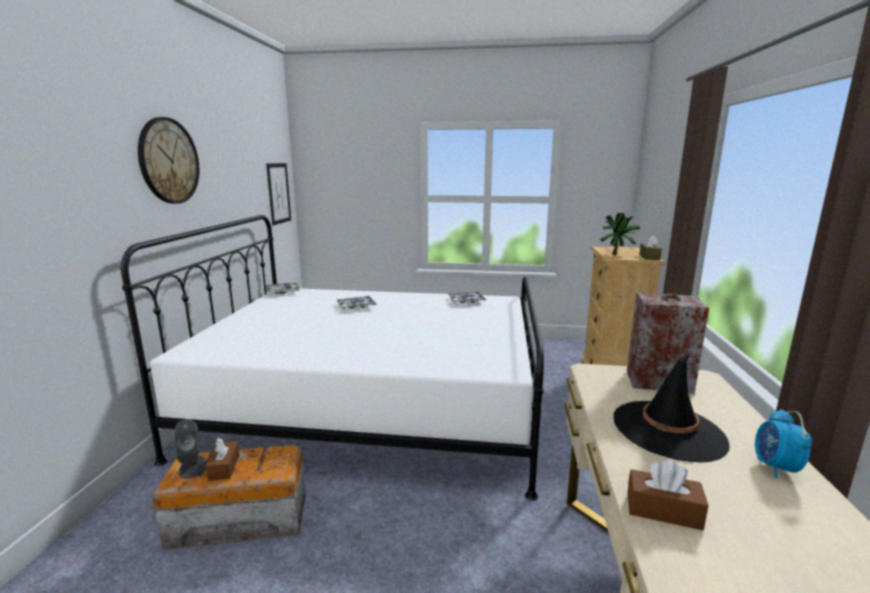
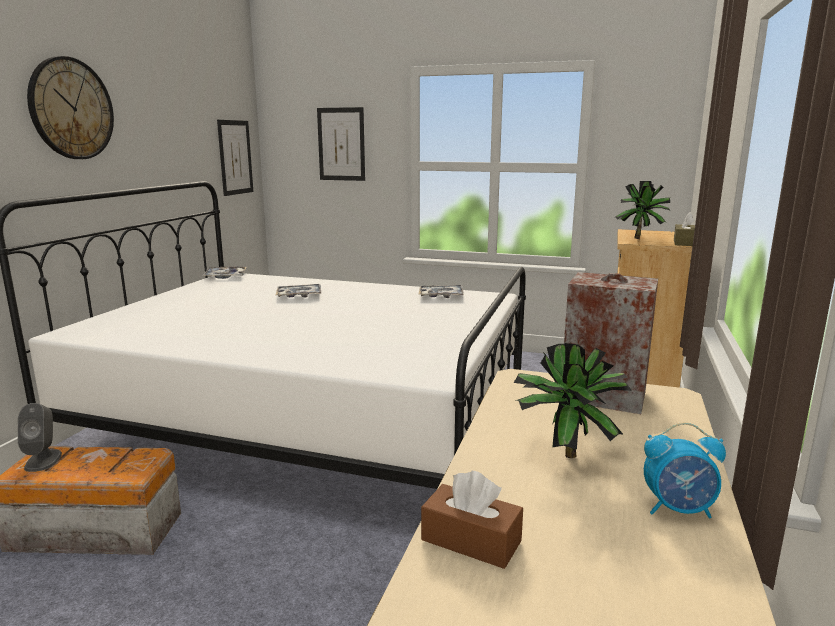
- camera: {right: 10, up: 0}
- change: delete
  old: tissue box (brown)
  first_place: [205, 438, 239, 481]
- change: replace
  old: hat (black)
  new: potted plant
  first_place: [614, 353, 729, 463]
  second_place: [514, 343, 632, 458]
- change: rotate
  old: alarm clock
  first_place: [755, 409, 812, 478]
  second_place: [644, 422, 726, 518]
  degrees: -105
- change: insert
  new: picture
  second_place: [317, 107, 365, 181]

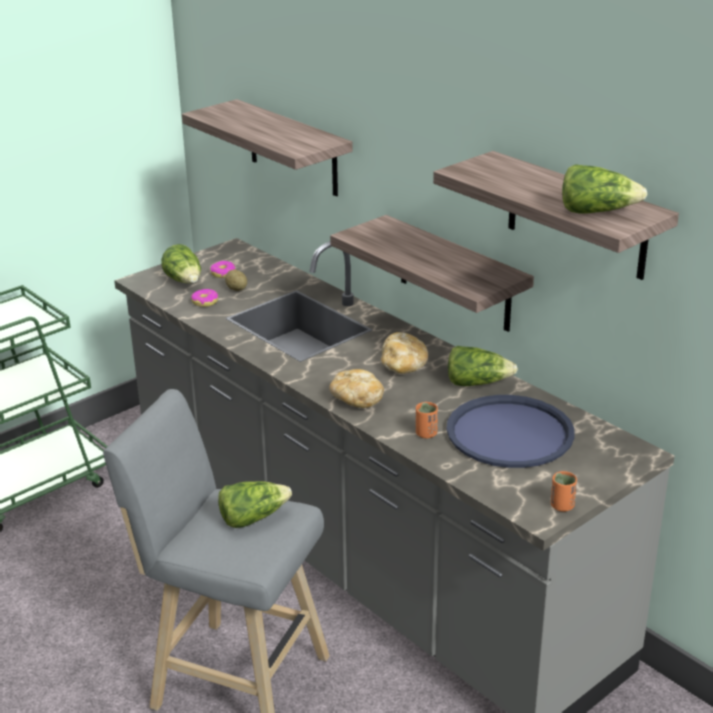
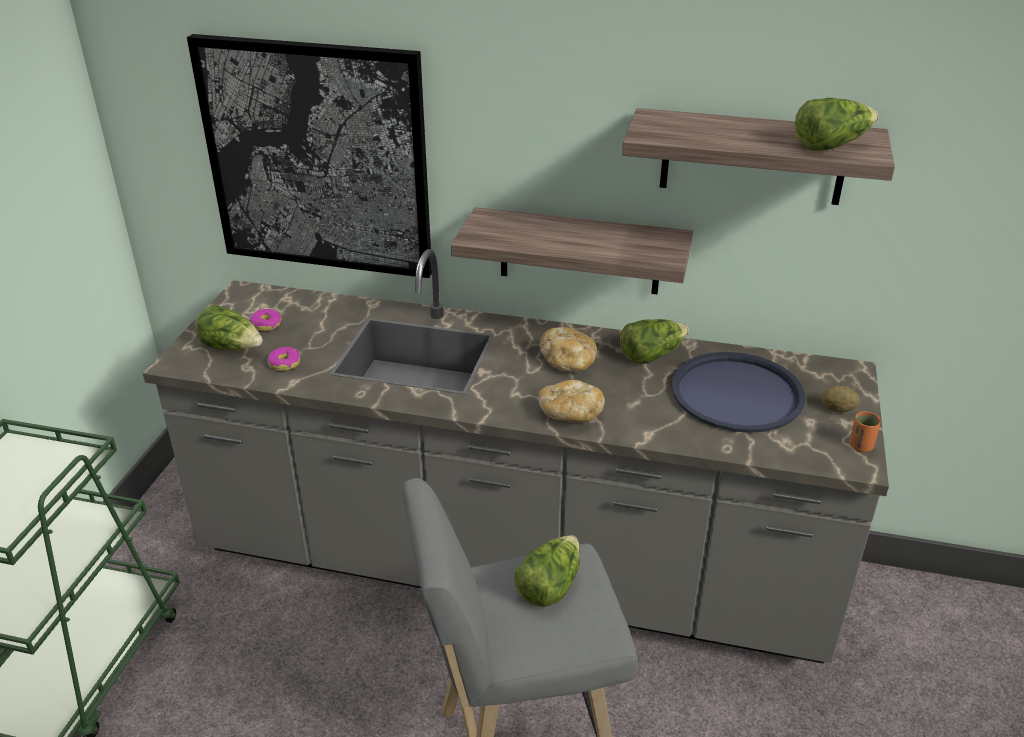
- camera: {right: -35, up: 5}
- change: replace
  old: shelf
  new: picture
  first_place: [182, 99, 353, 196]
  second_place: [187, 34, 432, 278]
- change: move
  old: potato
  first_place: [225, 270, 247, 291]
  second_place: [821, 386, 860, 413]
- change: delete
  old: cup (orange)
  first_place: [416, 402, 438, 438]

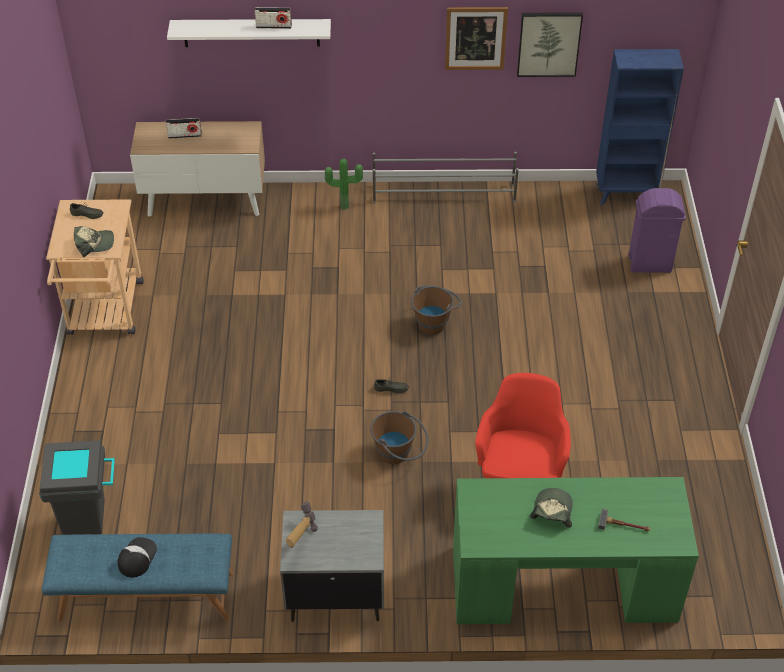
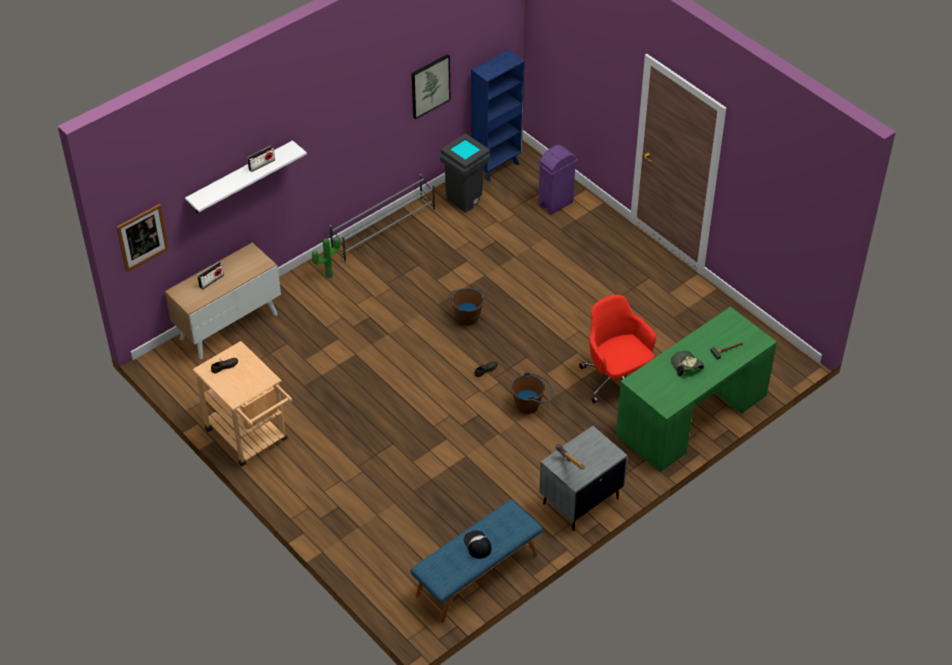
- camera: {right: -40, up: 0}
- change: move
  old: trash can (grey)
  first_place: [39, 440, 115, 535]
  second_place: [439, 133, 490, 213]
- change: delete
  old: cap
  first_place: [74, 226, 114, 257]
- change: move
  old: picture
  first_place: [445, 7, 508, 70]
  second_place: [117, 204, 169, 272]

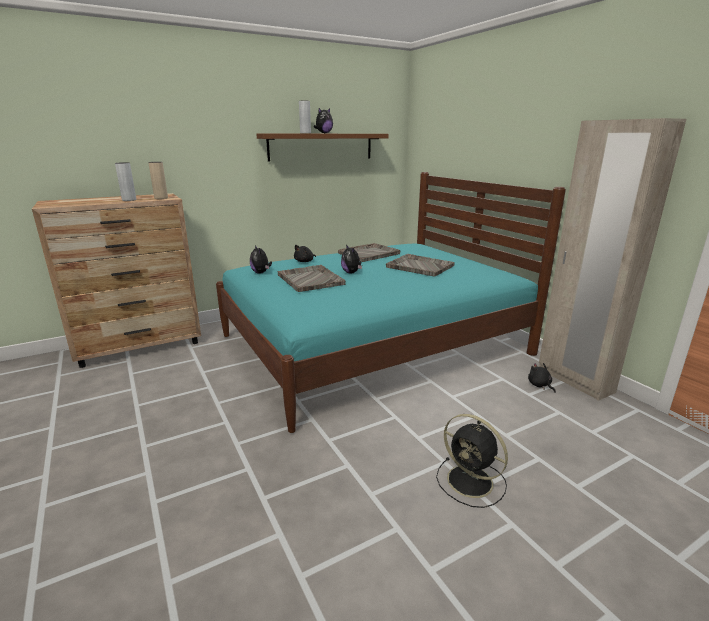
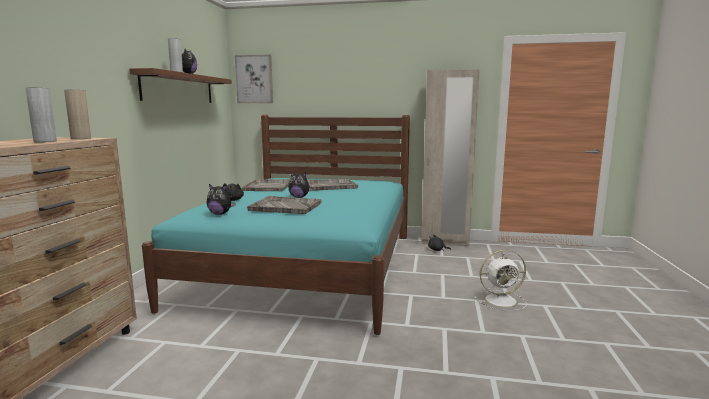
- camera: {right: -50, up: -10}
- change: recolor
  old: fan (black)
  new: fan (white)
  first_place: [436, 414, 508, 508]
  second_place: [474, 250, 526, 311]
- change: insert
  new: picture
  second_place: [235, 55, 273, 103]

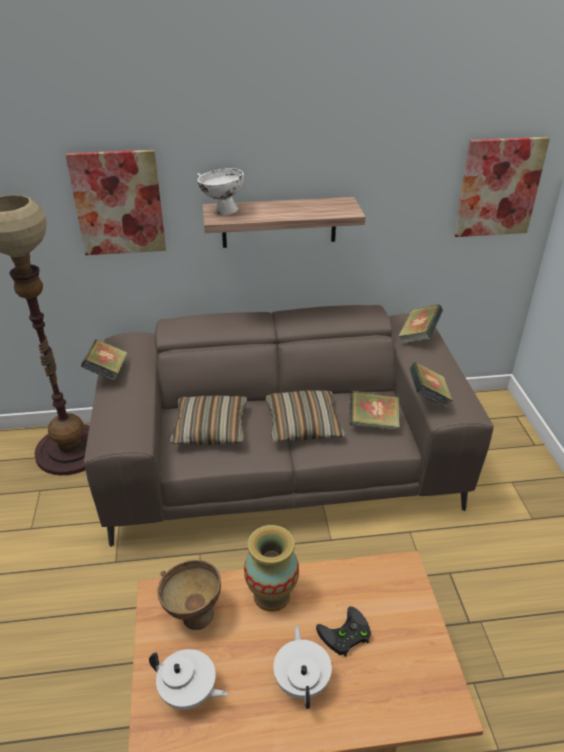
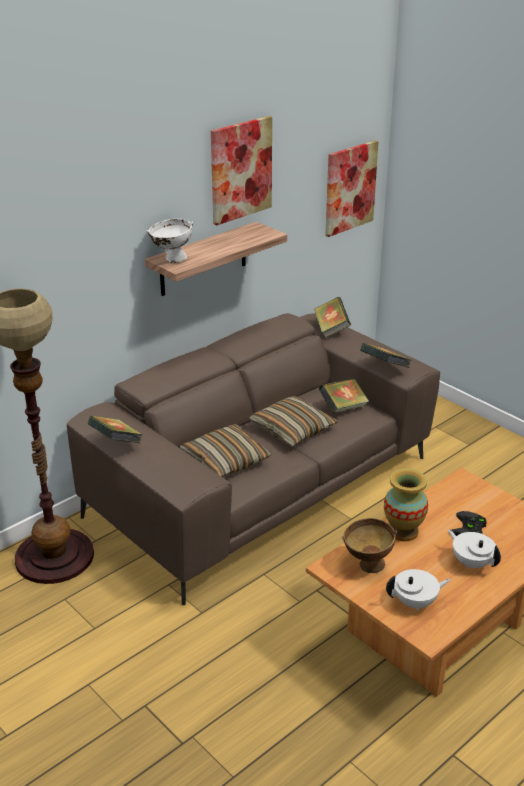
- camera: {right: -35, up: -5}
- change: move
  old: picture
  first_place: [66, 150, 166, 255]
  second_place: [211, 116, 272, 225]

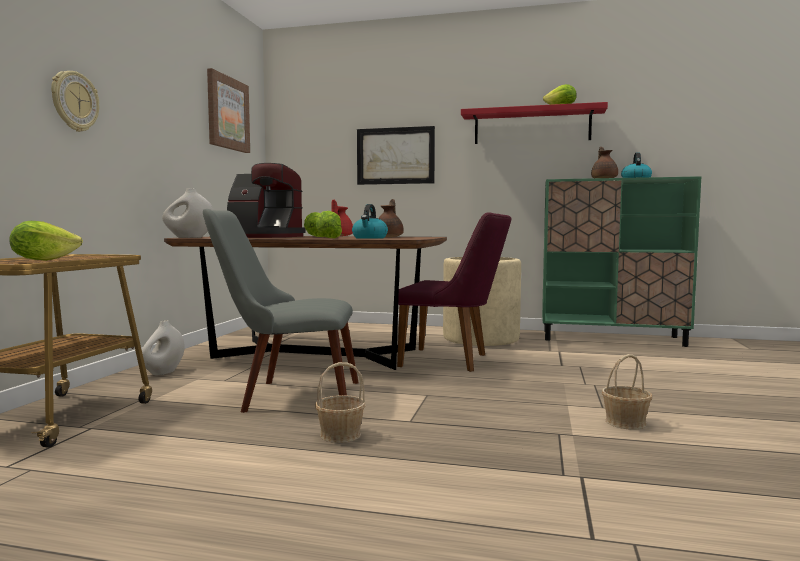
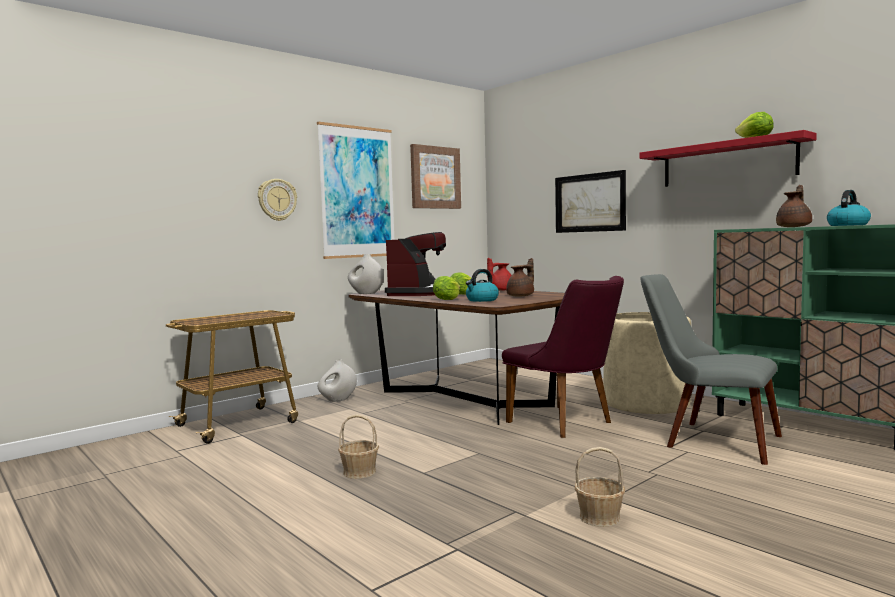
- camera: {right: 35, up: 0}
- change: delete
  old: lettuce
  first_place: [9, 221, 83, 261]
- change: move
  old: chair (grey)
  first_place: [203, 209, 359, 413]
  second_place: [640, 274, 782, 465]
- change: rotate
  old: coffee machine
  first_place: [227, 163, 305, 238]
  second_place: [385, 232, 446, 296]
  degrees: -120
- change: insert
  new: picture
  second_place: [317, 122, 394, 259]

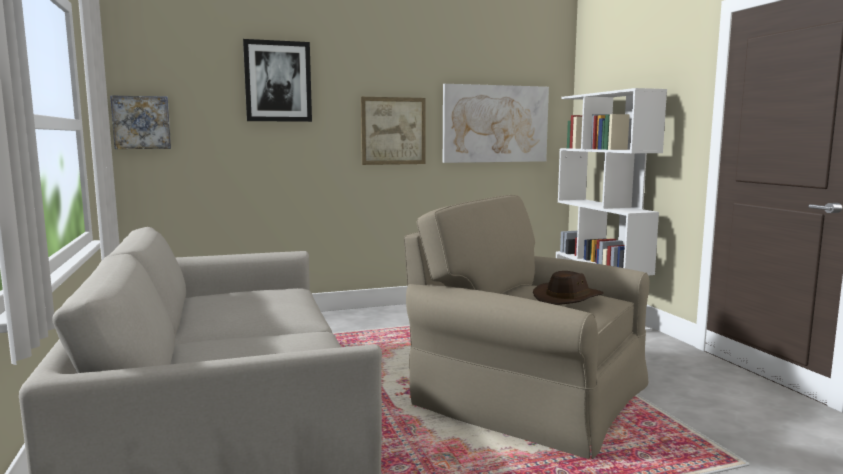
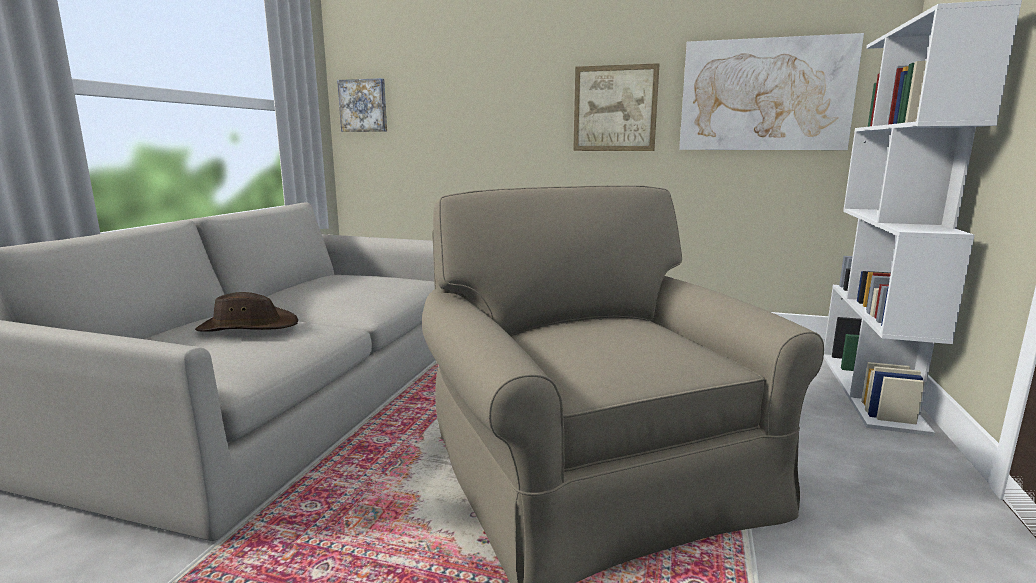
- camera: {right: 35, up: 5}
- change: delete
  old: picture
  first_place: [243, 39, 312, 122]
- change: move
  old: hat (brown)
  first_place: [533, 271, 604, 305]
  second_place: [195, 292, 298, 332]

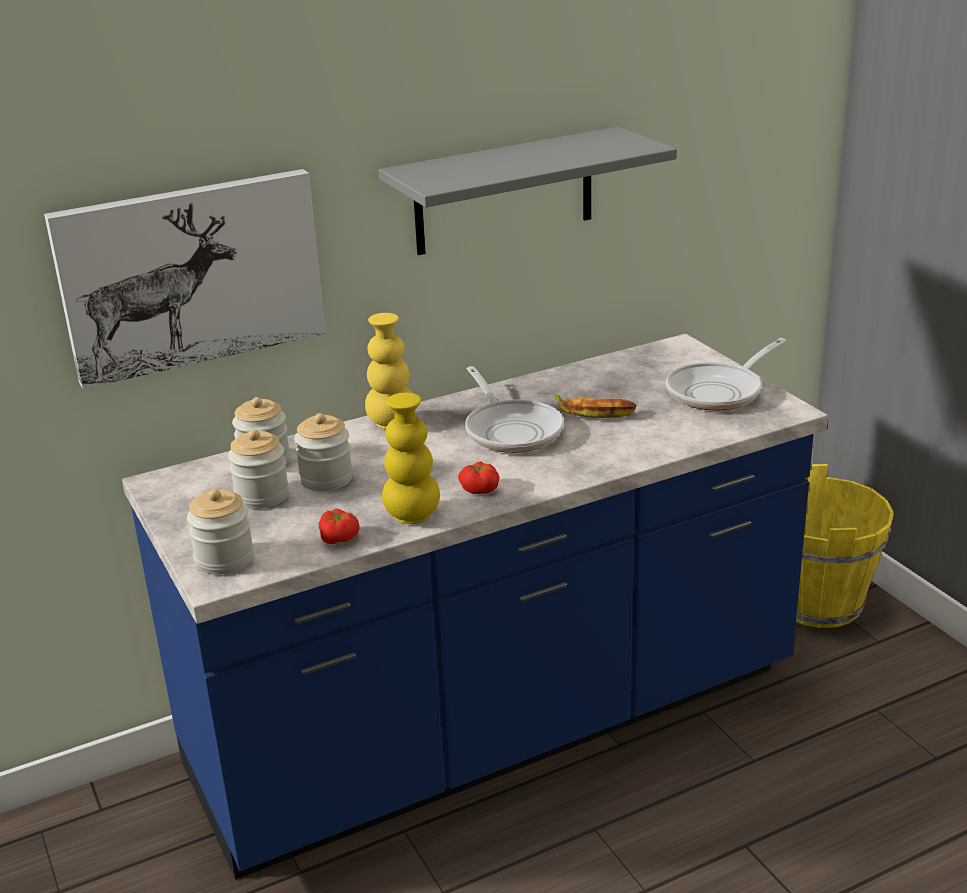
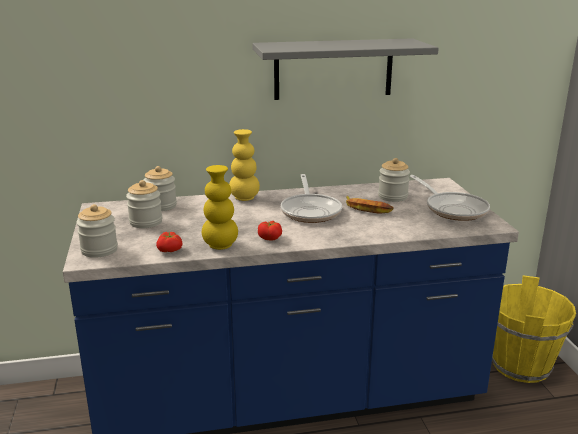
- camera: {right: 15, up: -5}
- change: delete
  old: picture
  first_place: [44, 169, 326, 389]
- change: move
  old: jar
  first_place: [294, 413, 353, 491]
  second_place: [378, 158, 410, 202]
- change: rotate
  old: frying pan
  first_place: [666, 338, 786, 411]
  second_place: [410, 175, 490, 221]
  degrees: -90

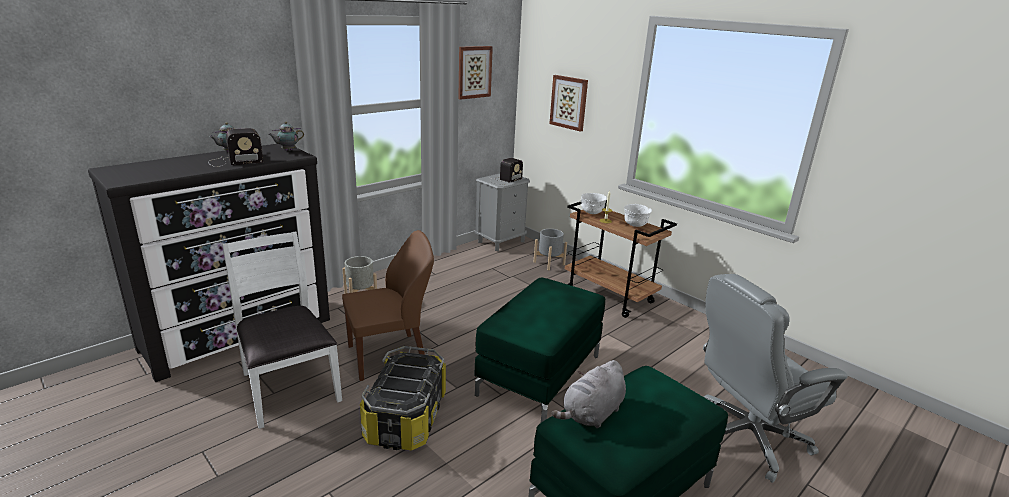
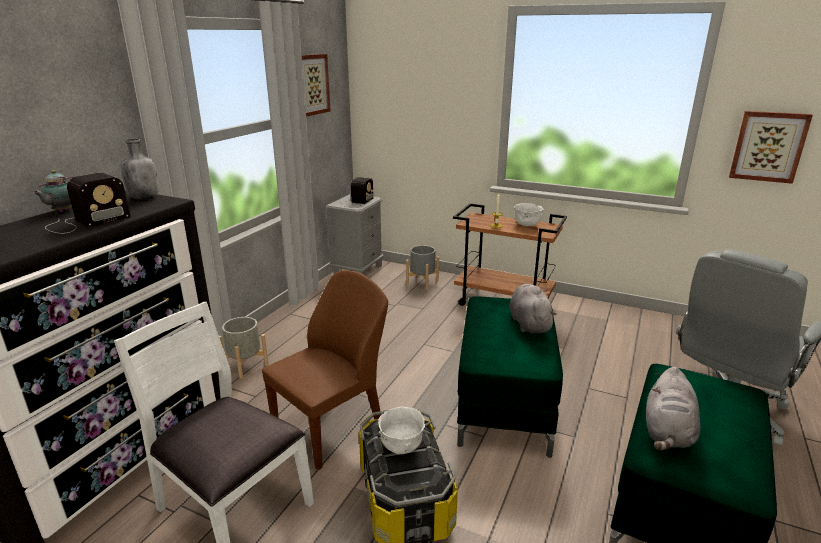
- camera: {right: -20, up: 0}
- change: replace
  old: teapot
  new: bottle (grey)
  first_place: [268, 122, 304, 151]
  second_place: [121, 139, 159, 200]
- change: move
  old: picture
  first_place: [549, 75, 588, 131]
  second_place: [729, 111, 813, 184]
- change: move
  old: bowl (white)
  first_place: [581, 193, 607, 214]
  second_place: [378, 407, 425, 454]
- change: insert
  new: plush toy (grey)
  second_place: [510, 284, 557, 334]

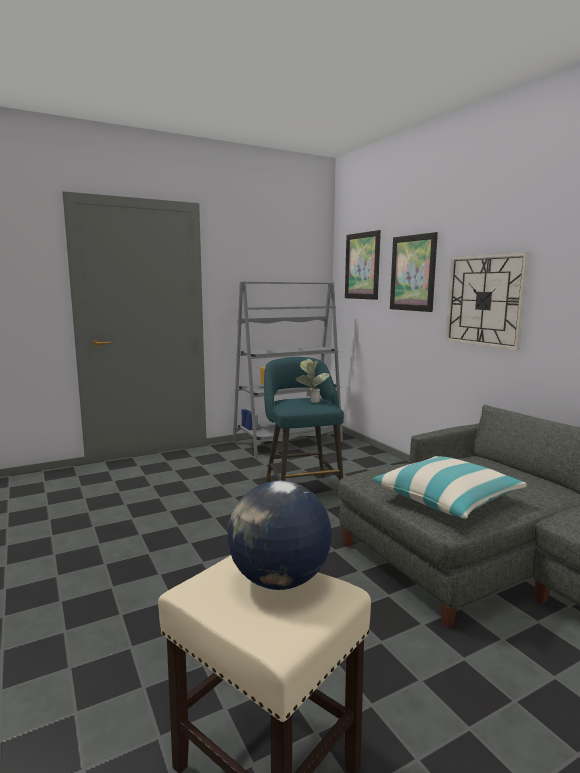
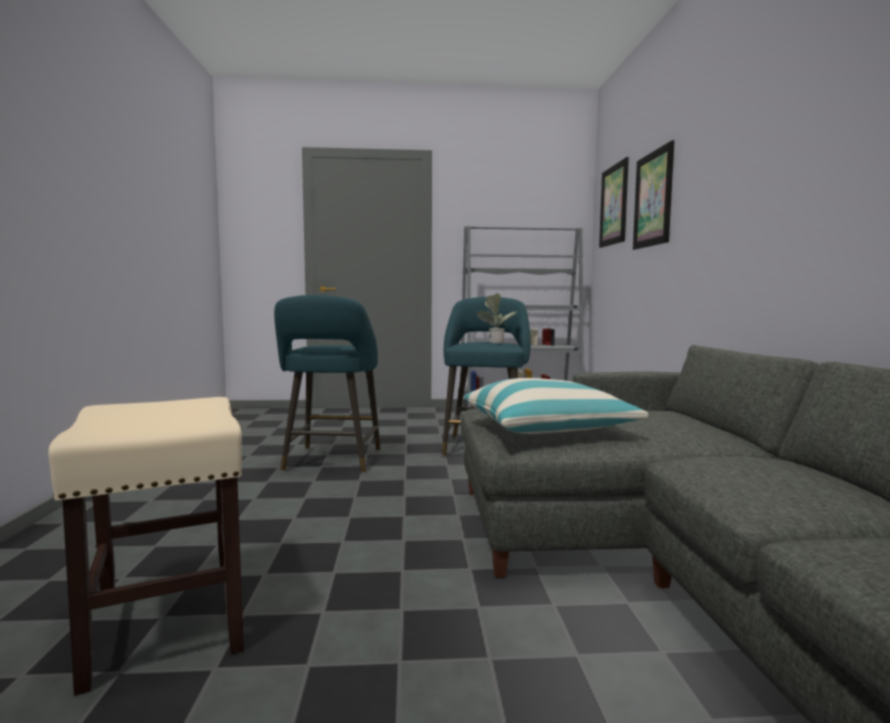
- camera: {right: 25, up: -5}
- change: delete
  old: globe
  first_place: [227, 481, 332, 590]
- change: delete
  old: wall clock
  first_place: [445, 252, 529, 351]
- change: insert
  new: stool (turquoise)
  second_place: [274, 295, 380, 473]

